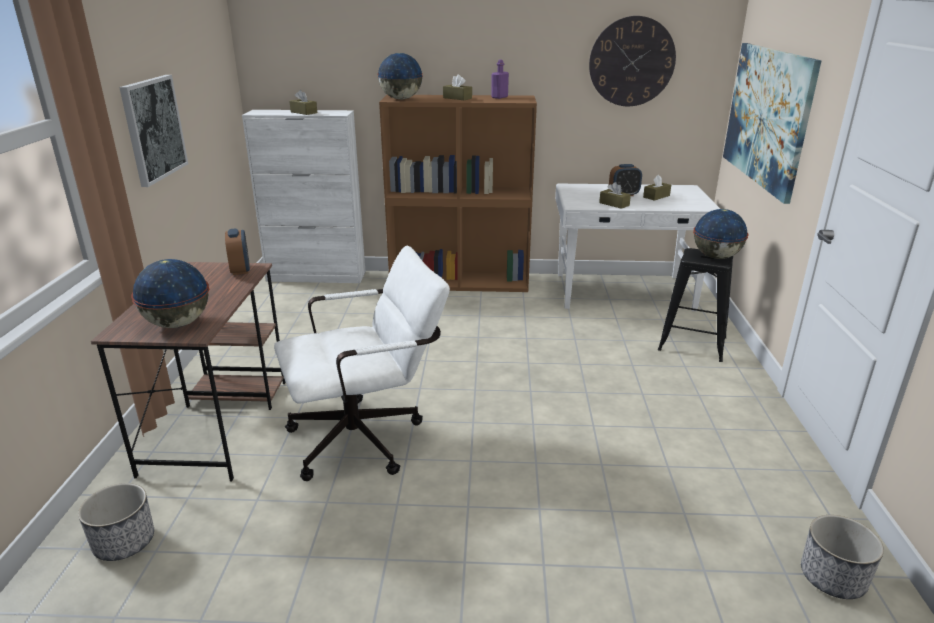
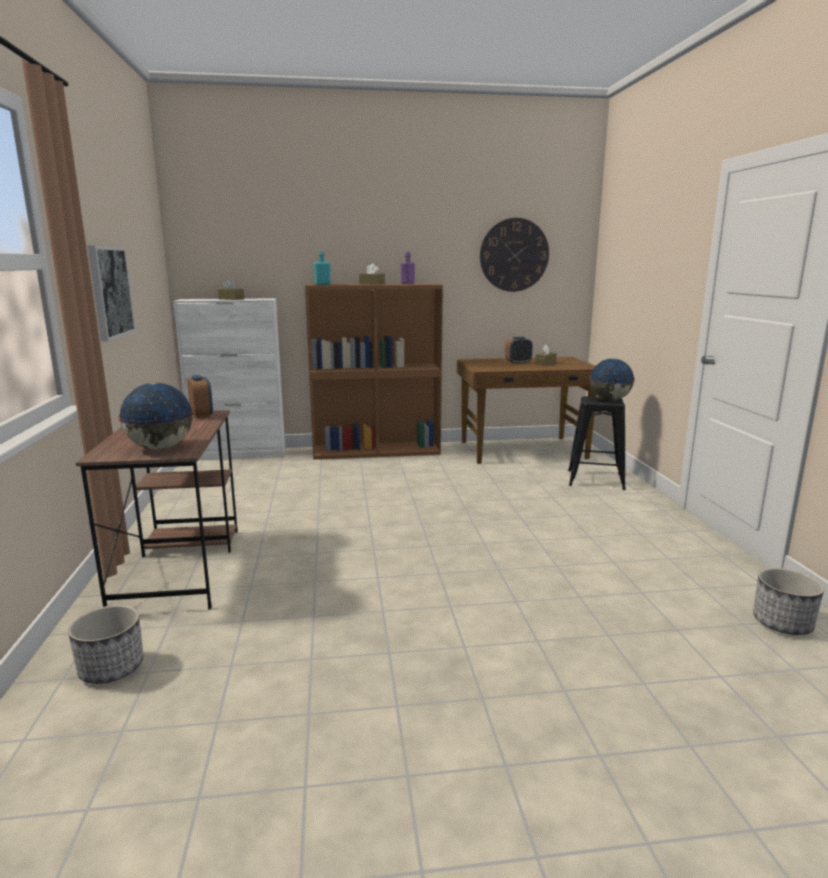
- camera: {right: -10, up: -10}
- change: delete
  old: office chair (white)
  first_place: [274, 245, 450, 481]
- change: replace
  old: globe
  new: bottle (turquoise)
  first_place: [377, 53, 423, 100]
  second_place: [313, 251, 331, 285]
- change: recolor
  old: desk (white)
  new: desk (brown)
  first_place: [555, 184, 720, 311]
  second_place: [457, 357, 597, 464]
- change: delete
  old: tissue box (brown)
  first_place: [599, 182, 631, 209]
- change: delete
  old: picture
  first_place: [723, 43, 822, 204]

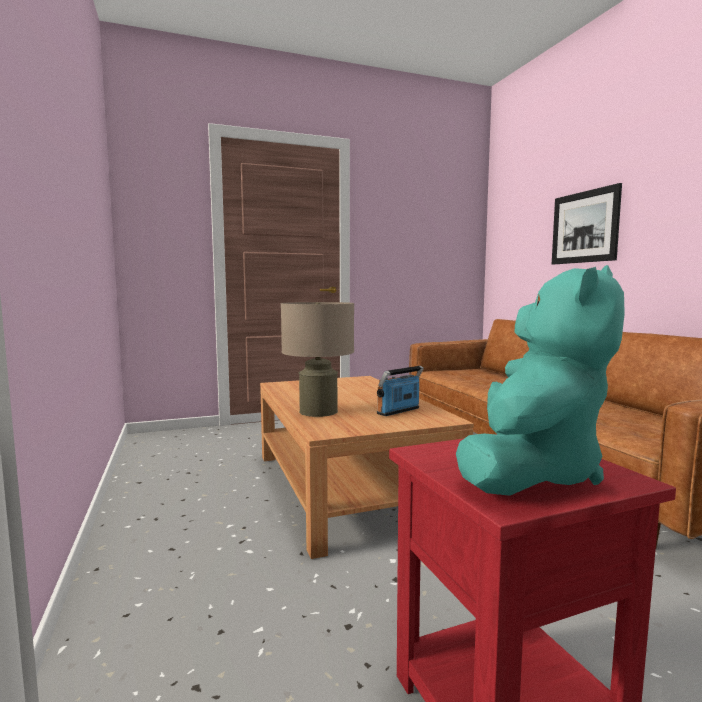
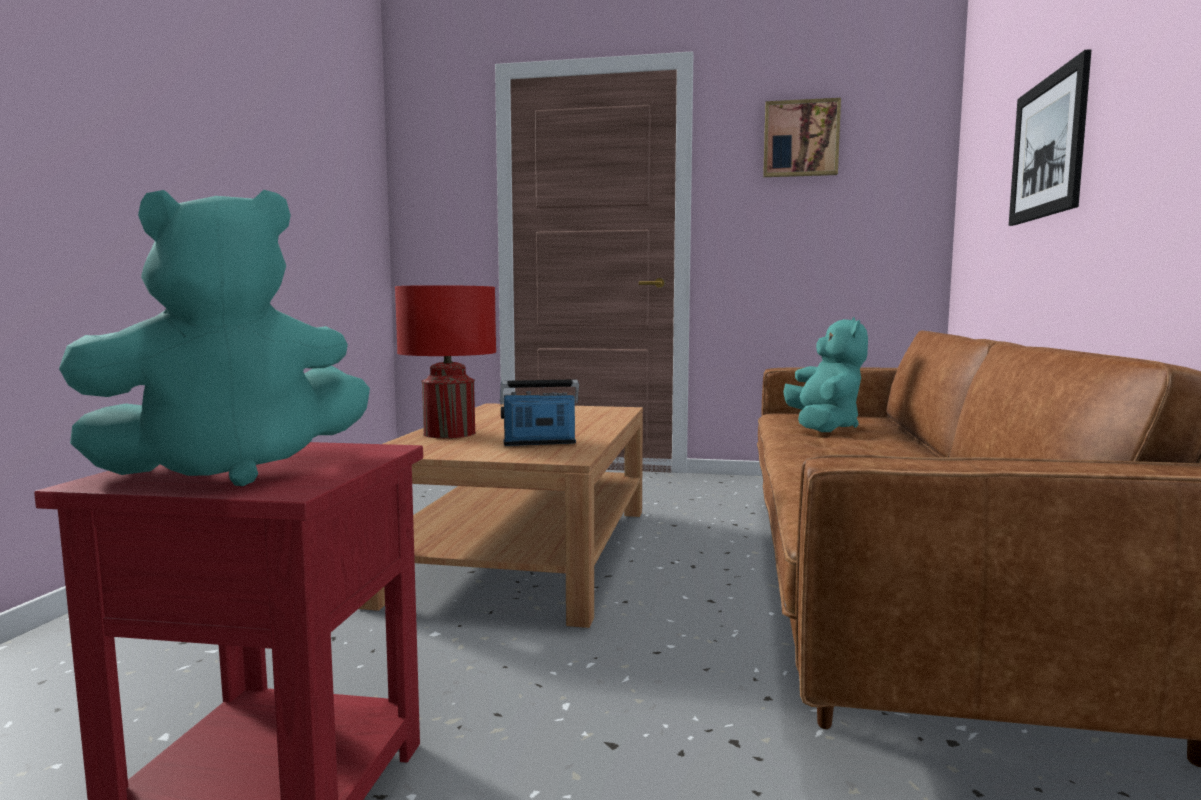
- camera: {right: 30, up: 0}
- change: recolor
  old: table lamp (beige)
  new: table lamp (red)
  first_place: [281, 302, 354, 417]
  second_place: [395, 285, 496, 438]
- change: insert
  new: picture
  second_place: [763, 98, 841, 177]
- change: insert
  new: plush toy (turquoise)
  second_place: [783, 317, 868, 432]

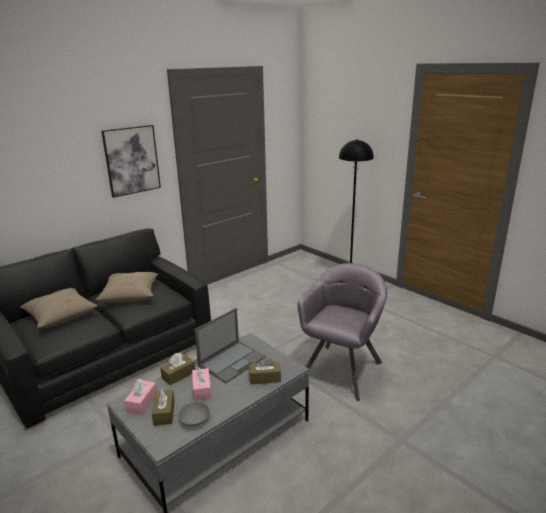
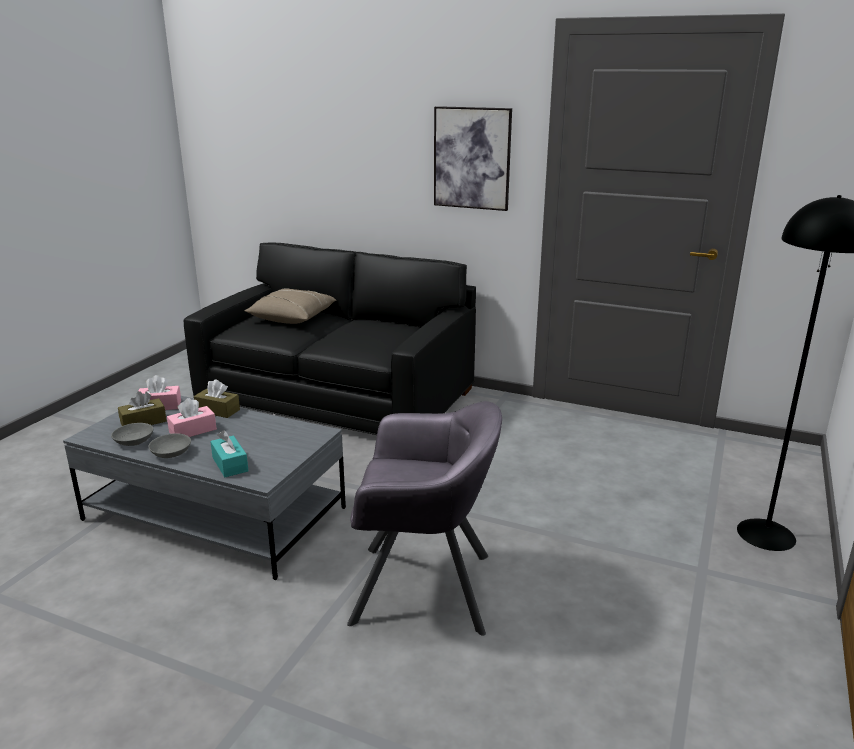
- camera: {right: 65, up: 0}
- change: delete
  old: pillow (beige)
  first_place: [96, 272, 158, 302]
- change: delete
  old: laptop
  first_place: [194, 308, 266, 383]
- change: recolor
  old: tissue box (brown)
  new: tissue box (turquoise)
  first_place: [249, 357, 281, 384]
  second_place: [210, 430, 248, 477]
- change: insert
  new: bowl (grey)
  second_place: [148, 433, 191, 458]

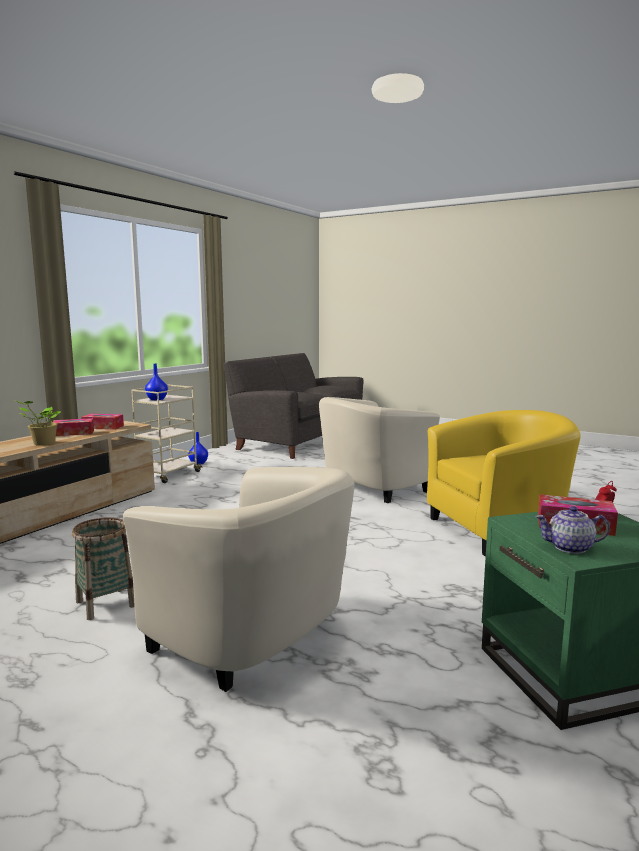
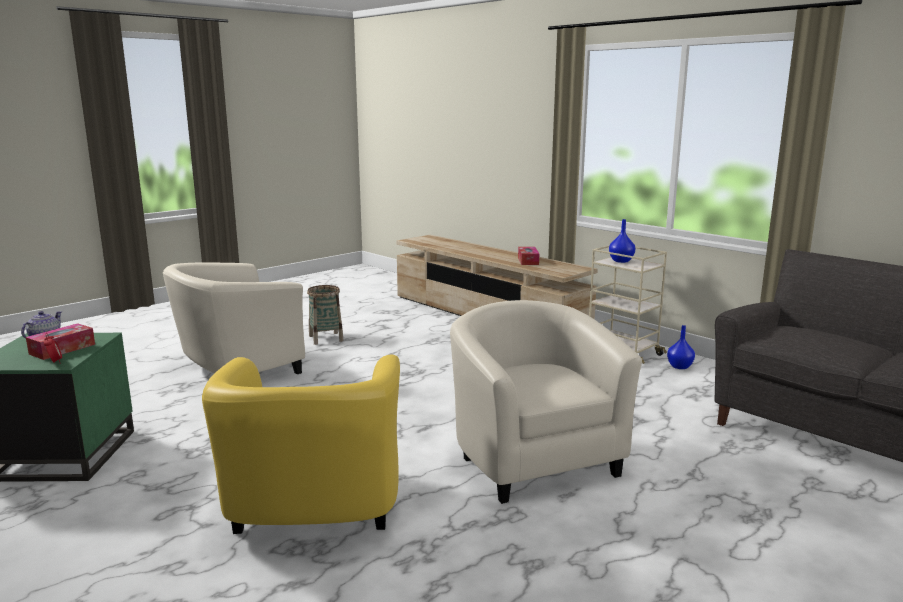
- camera: {right: 105, up: 5}
- change: delete
  old: potted plant
  first_place: [14, 400, 61, 446]
- change: delete
  old: tissue box
  first_place: [81, 414, 124, 430]

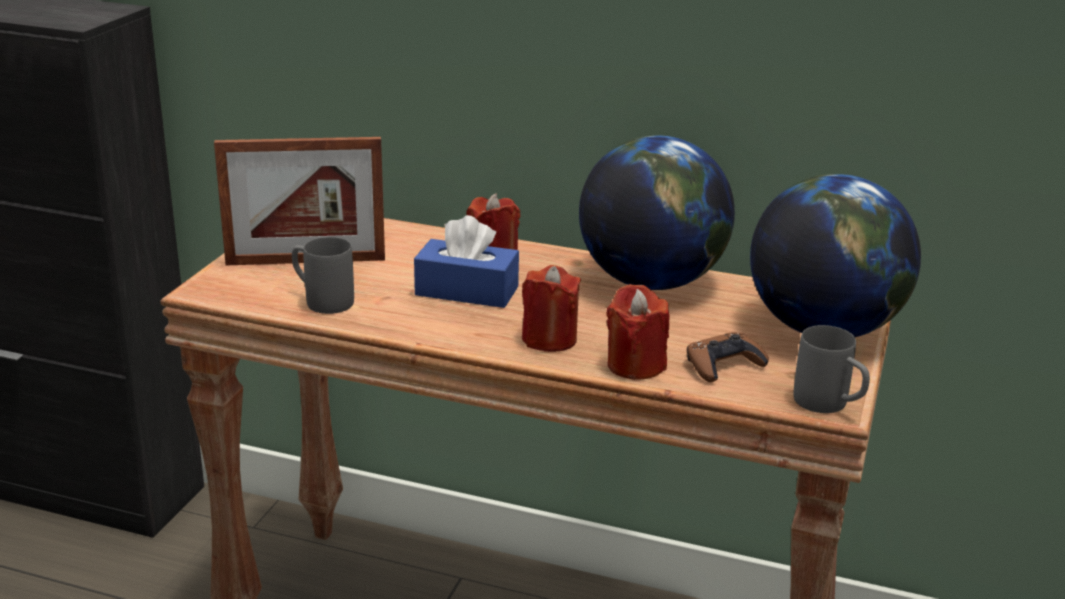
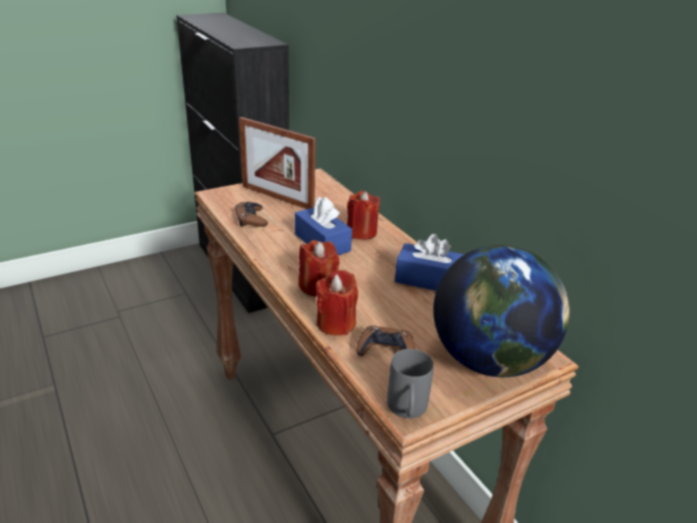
- camera: {right: 40, up: 5}
- change: replace
  old: mug (grey)
  new: game controller (brown)
  first_place: [292, 237, 354, 314]
  second_place: [235, 202, 268, 227]
- change: replace
  old: globe
  new: tissue box (blue)
  first_place: [579, 135, 735, 290]
  second_place: [395, 234, 465, 291]

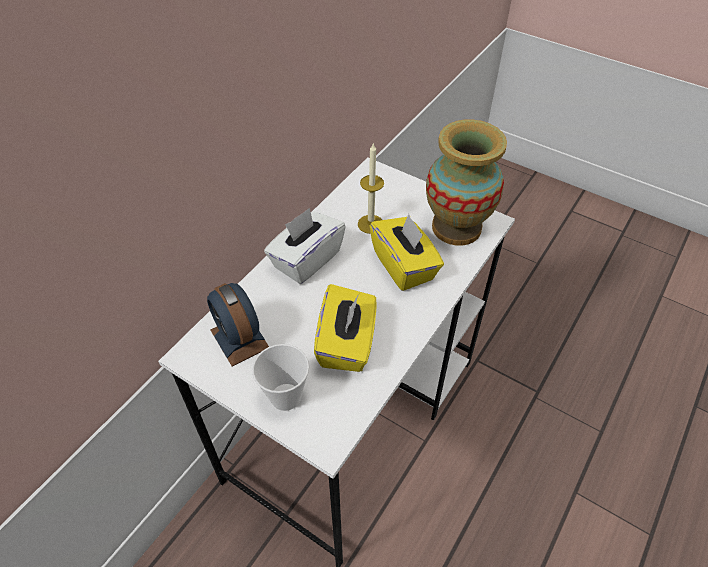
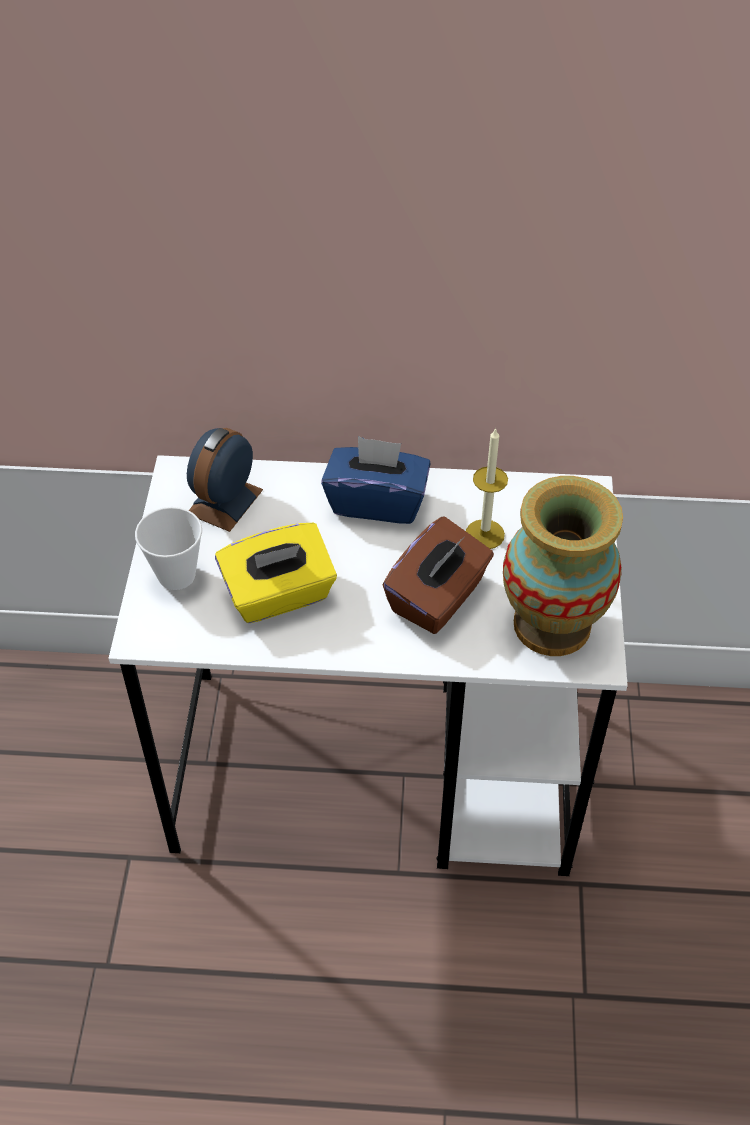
- camera: {right: 60, up: 0}
- change: recolor
  old: tissue box (white)
  new: tissue box (blue)
  first_place: [264, 208, 346, 284]
  second_place: [321, 436, 431, 524]
- change: recolor
  old: tissue box (yellow)
  new: tissue box (brown)
  first_place: [370, 214, 444, 291]
  second_place: [383, 516, 494, 634]

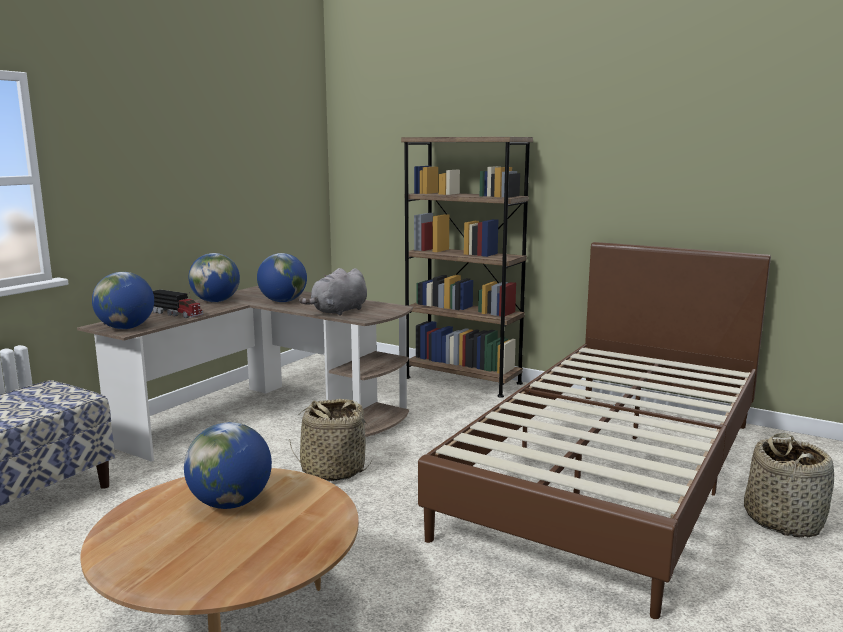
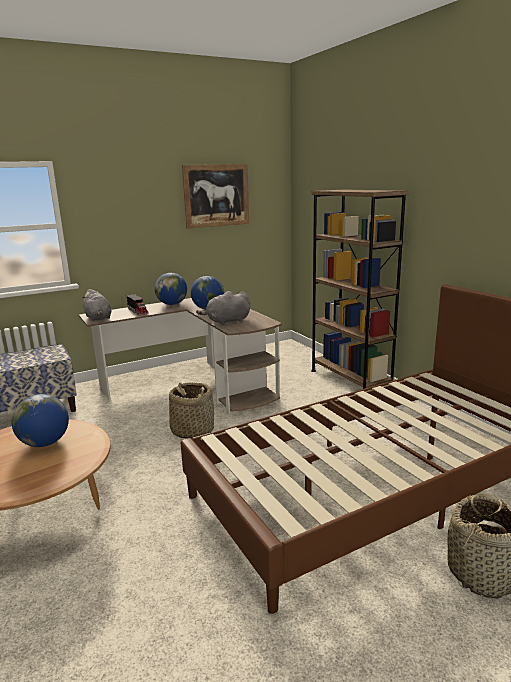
- camera: {right: 30, up: 5}
- change: replace
  old: globe
  new: plush toy (grey)
  first_place: [92, 272, 154, 329]
  second_place: [82, 289, 111, 321]
- change: insert
  new: picture
  second_place: [182, 164, 249, 229]

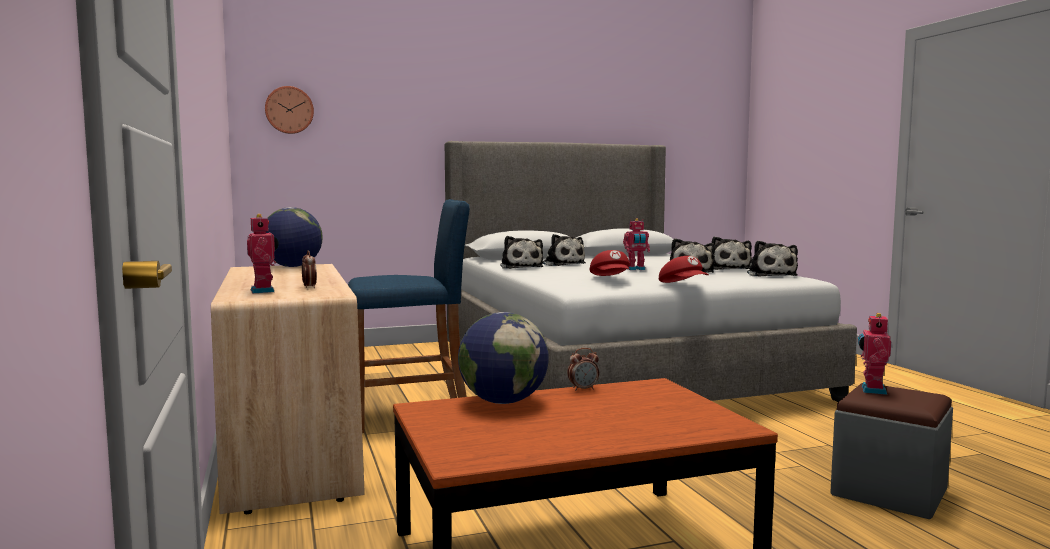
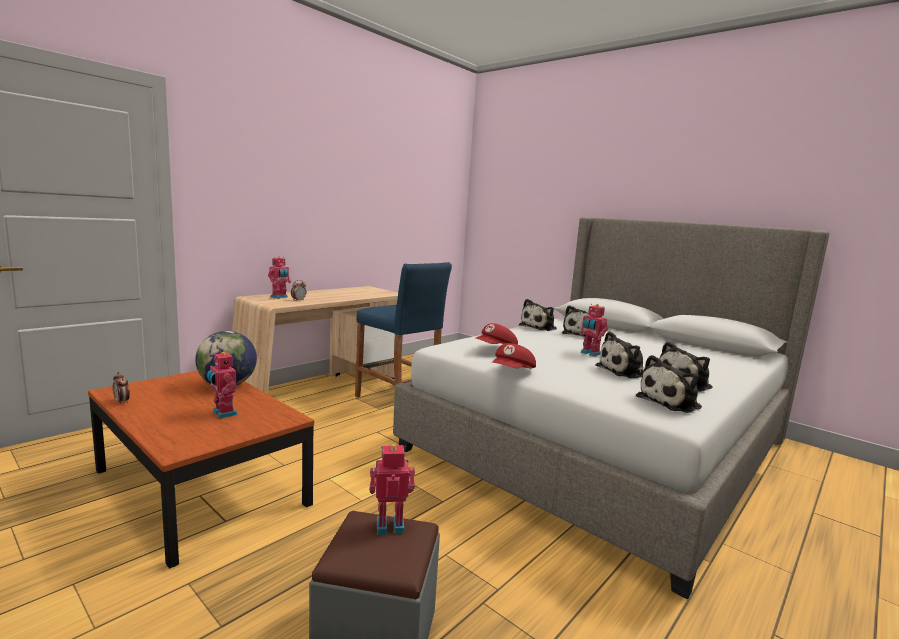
- camera: {right: 60, up: 5}
- change: delete
  old: wall clock
  first_place: [265, 86, 314, 134]
- change: delete
  old: globe
  first_place: [266, 207, 323, 267]
- change: move
  old: alarm clock
  first_place: [567, 348, 599, 391]
  second_place: [113, 372, 130, 405]
- change: insert
  new: toy robot
  second_place: [207, 351, 237, 419]

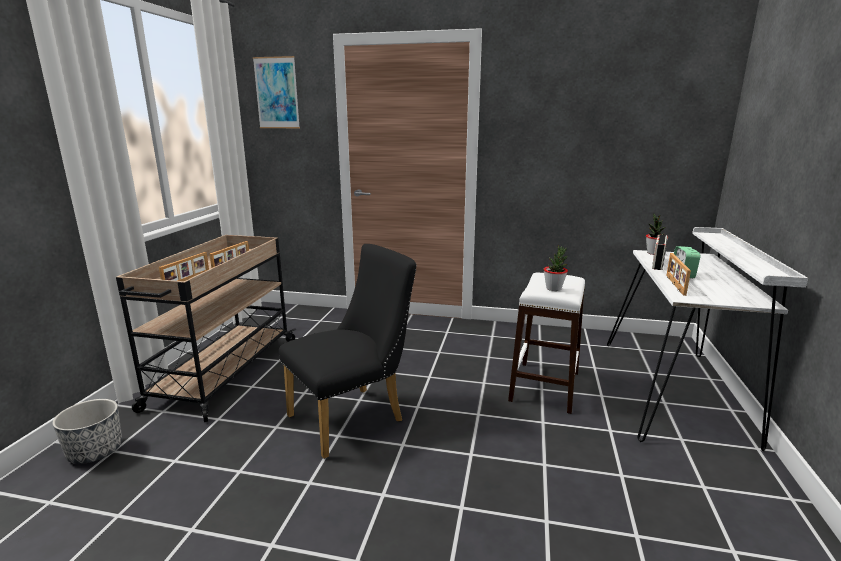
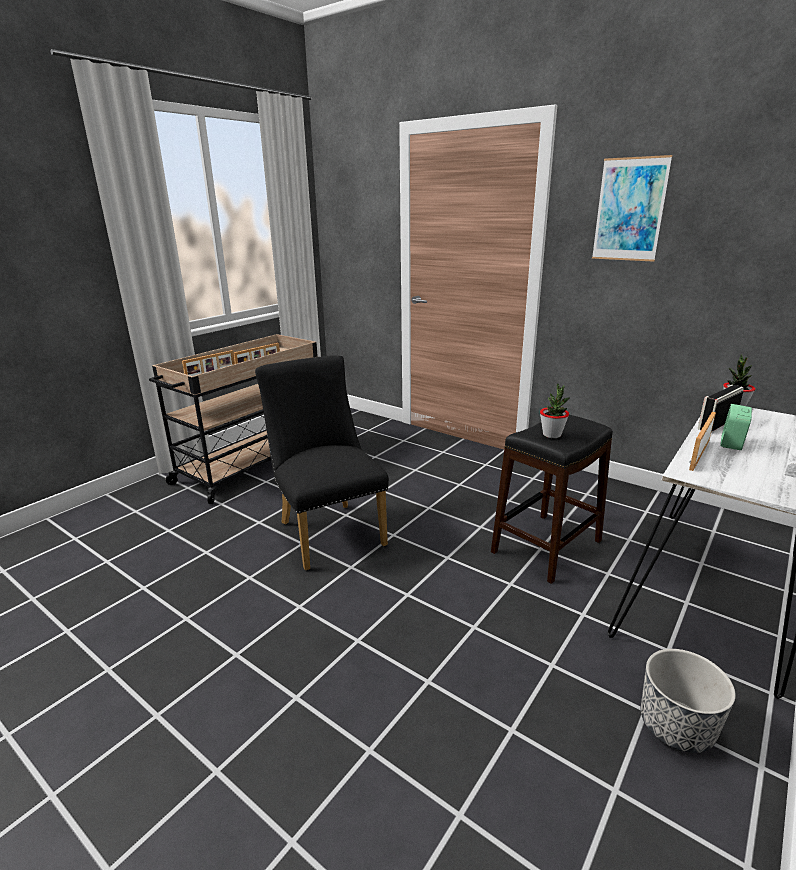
- camera: {right: 25, up: 5}
- change: move
  old: planter
  first_place: [52, 399, 122, 464]
  second_place: [641, 649, 736, 753]
- change: move
  old: picture
  first_place: [253, 56, 300, 128]
  second_place: [592, 155, 672, 262]
- change: rotate
  old: chair (black)
  first_place: [279, 244, 417, 459]
  second_place: [255, 355, 389, 570]
  degrees: -105
- change: recolor
  old: stool (white)
  new: stool (black)
  first_place: [508, 273, 585, 414]
  second_place: [491, 415, 613, 584]

